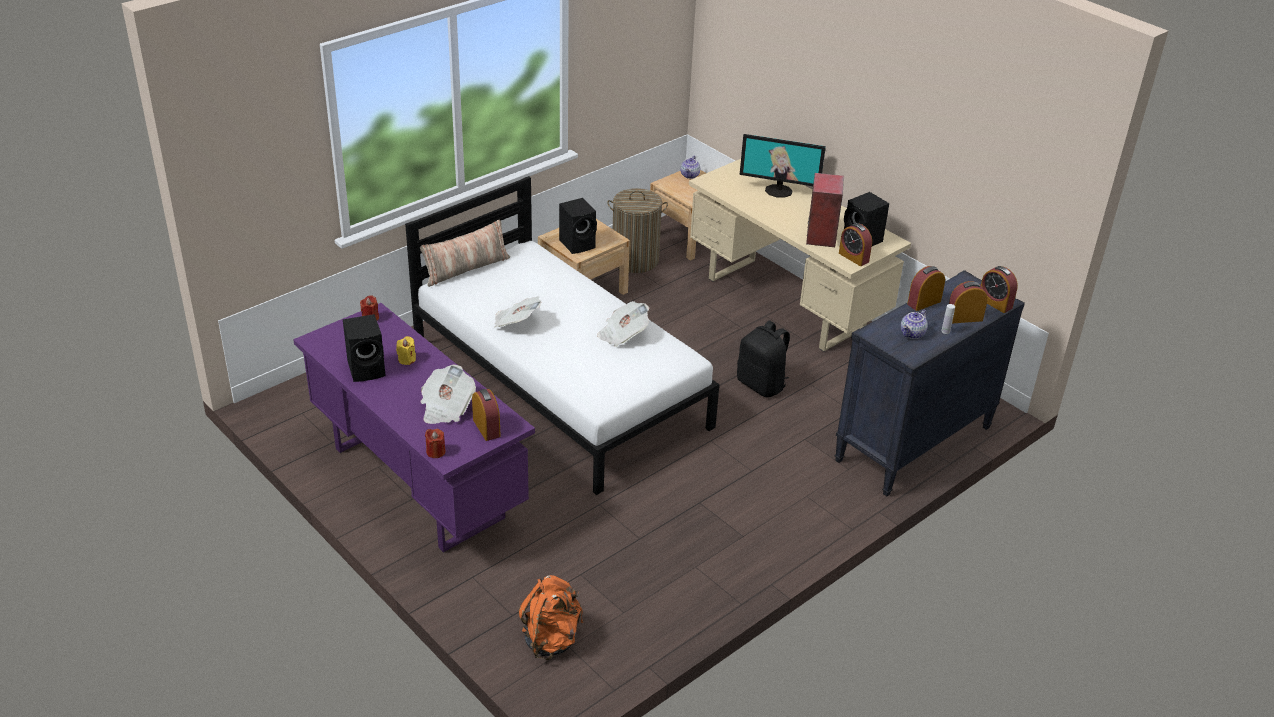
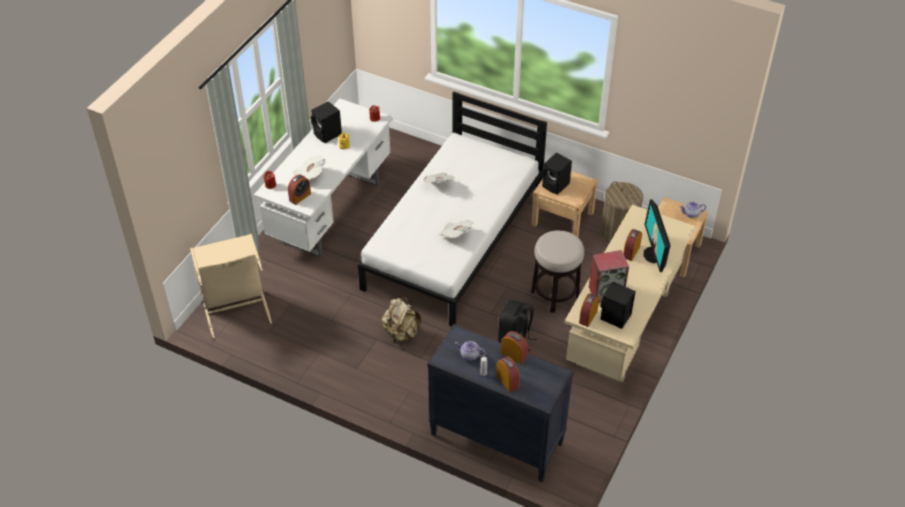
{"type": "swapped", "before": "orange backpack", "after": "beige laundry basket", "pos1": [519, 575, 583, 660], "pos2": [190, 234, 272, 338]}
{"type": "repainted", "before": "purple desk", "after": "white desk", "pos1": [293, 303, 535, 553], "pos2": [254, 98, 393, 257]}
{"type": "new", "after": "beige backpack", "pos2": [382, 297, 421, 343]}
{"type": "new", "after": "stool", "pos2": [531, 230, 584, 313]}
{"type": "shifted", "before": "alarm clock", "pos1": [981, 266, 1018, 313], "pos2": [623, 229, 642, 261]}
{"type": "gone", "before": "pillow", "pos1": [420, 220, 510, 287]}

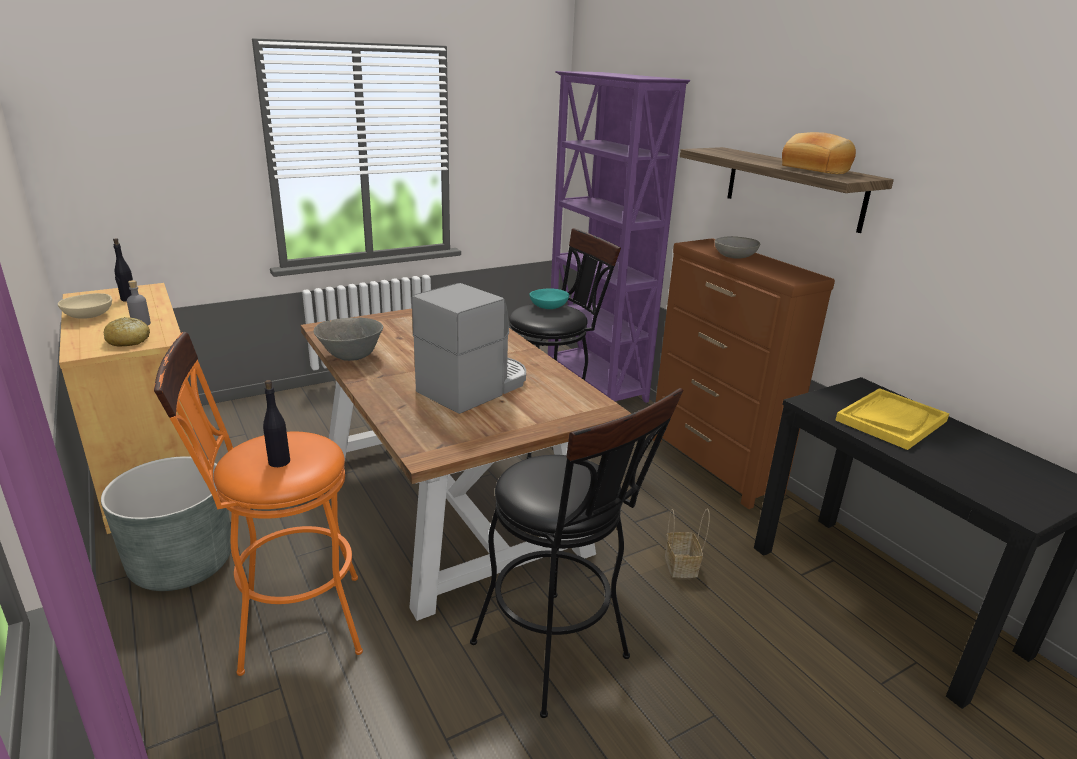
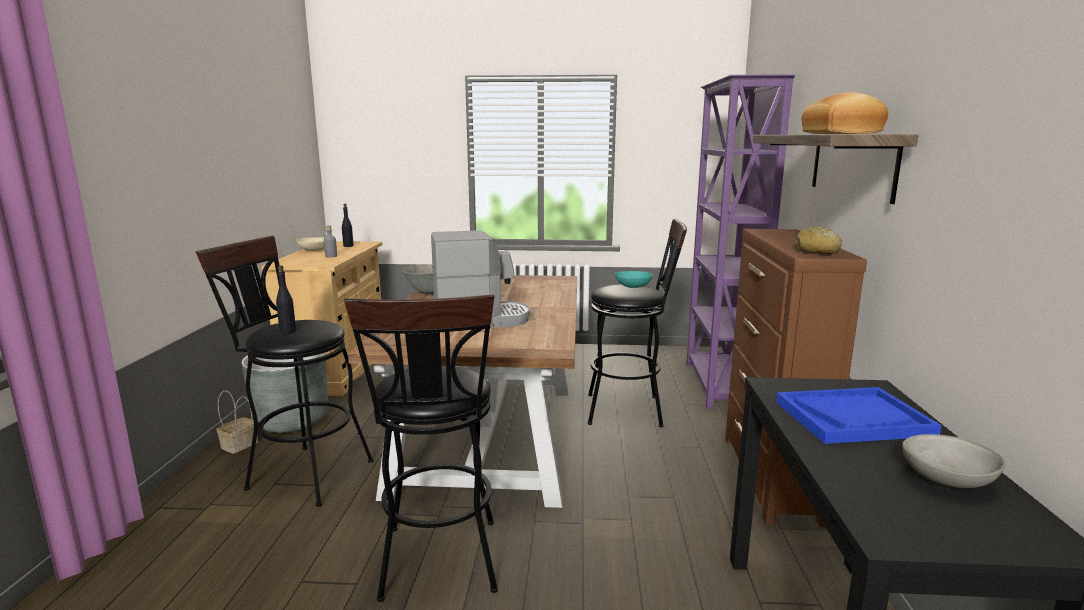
{"type": "repainted", "before": "orange stool", "after": "black stool", "pos1": [154, 332, 363, 676], "pos2": [196, 236, 374, 507]}
{"type": "shifted", "before": "basket", "pos1": [665, 509, 710, 578], "pos2": [216, 391, 258, 454]}
{"type": "repainted", "before": "yellow tray", "after": "blue tray", "pos1": [835, 388, 949, 450], "pos2": [776, 387, 942, 444]}
{"type": "shifted", "before": "bread", "pos1": [103, 317, 150, 347], "pos2": [795, 226, 842, 254]}
{"type": "shifted", "before": "grey bowl", "pos1": [714, 236, 760, 259], "pos2": [902, 434, 1005, 488]}

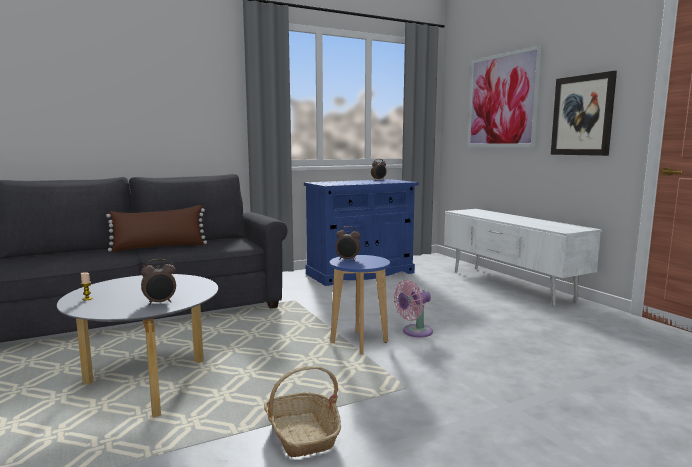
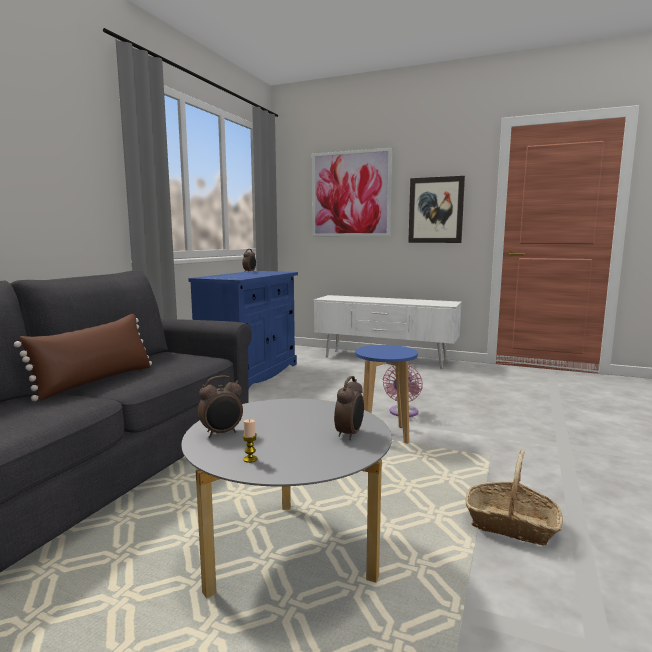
{"type": "shifted", "before": "alarm clock", "pos1": [335, 226, 360, 261], "pos2": [198, 375, 243, 437]}

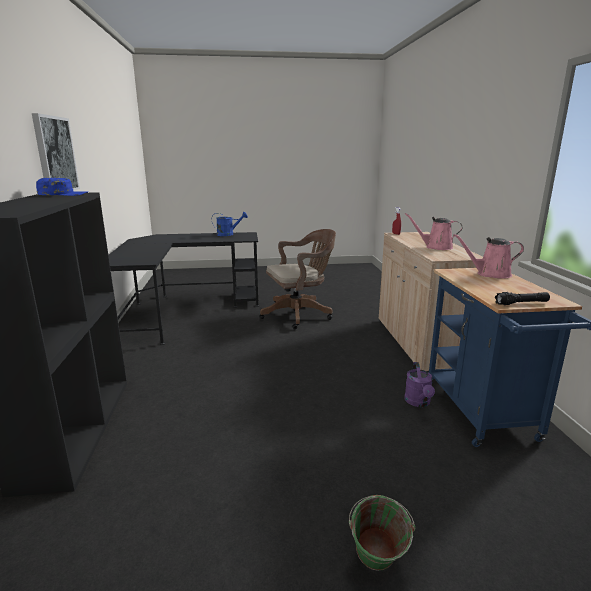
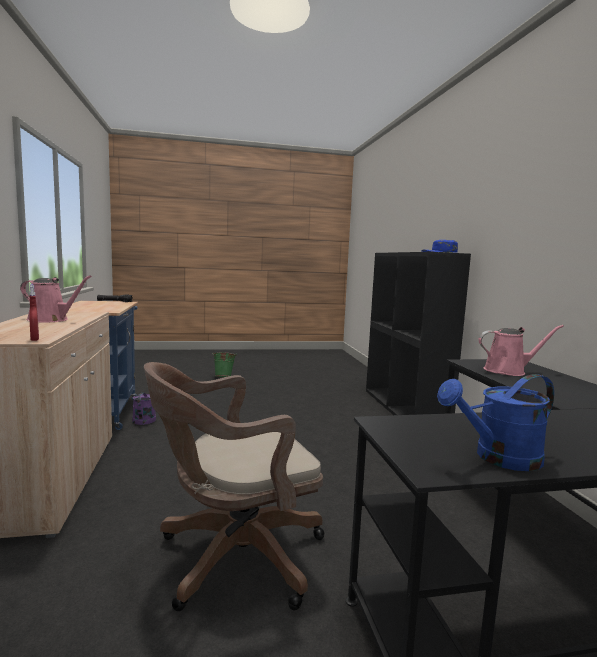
{"type": "shifted", "before": "pink watering can", "pos1": [453, 234, 524, 279], "pos2": [479, 325, 564, 376]}
{"type": "gone", "before": "picture", "pos1": [32, 113, 80, 191]}

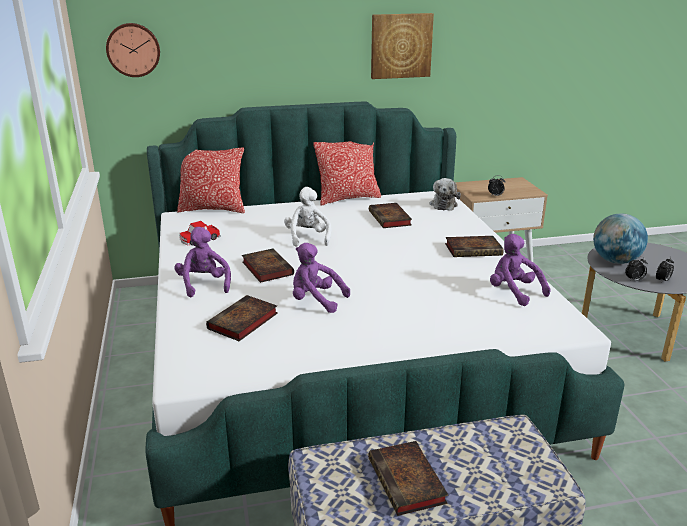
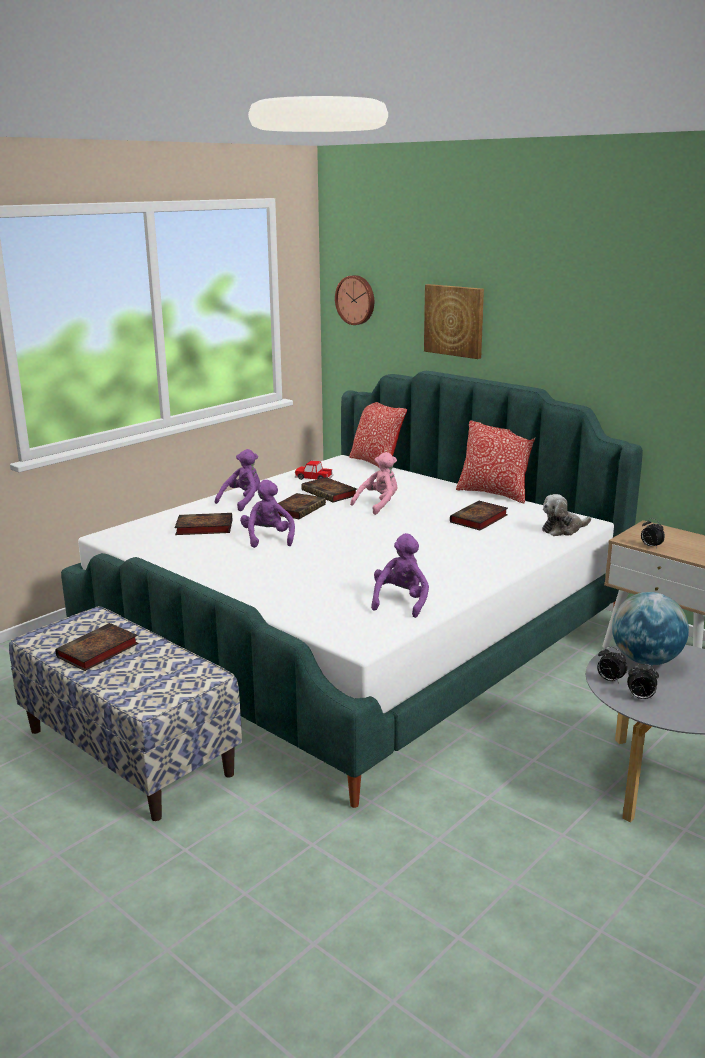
{"type": "shifted", "before": "book", "pos1": [445, 236, 504, 257], "pos2": [301, 477, 357, 502]}
{"type": "repainted", "before": "white plush toy", "after": "pink plush toy", "pos1": [284, 187, 331, 247], "pos2": [350, 452, 397, 515]}
{"type": "shifted", "before": "picture", "pos1": [371, 13, 434, 79], "pos2": [424, 284, 484, 359]}

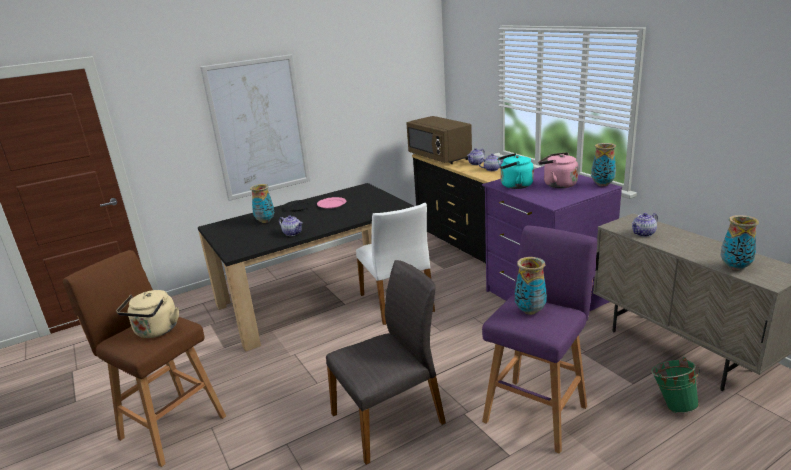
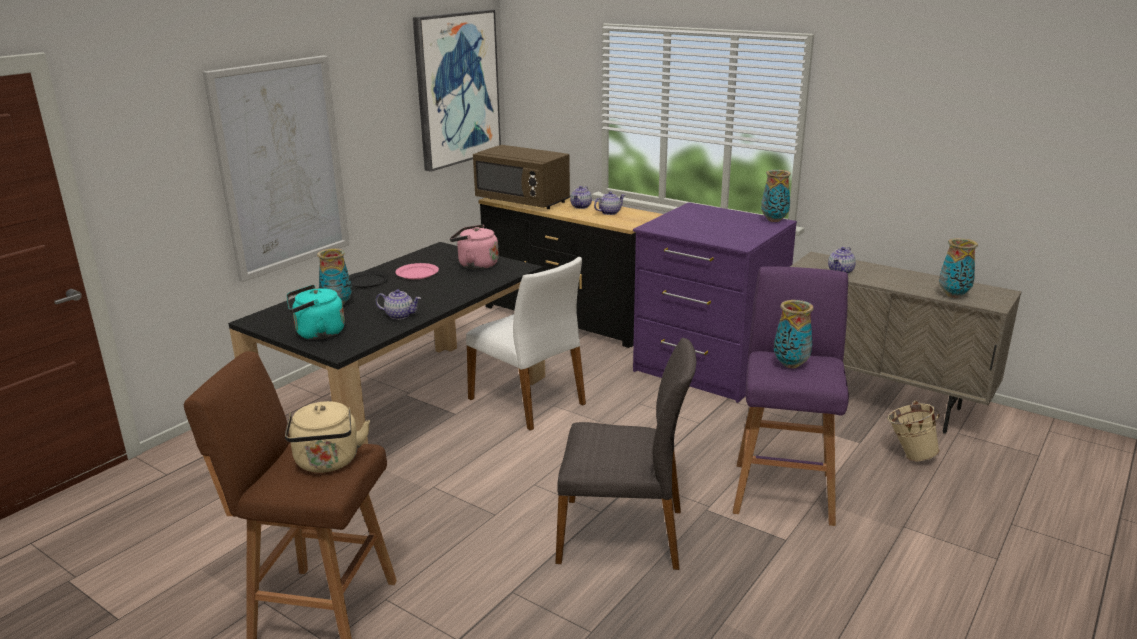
{"type": "shifted", "before": "turquoise kettle", "pos1": [497, 153, 534, 189], "pos2": [287, 285, 345, 340]}
{"type": "new", "after": "picture", "pos2": [413, 10, 501, 172]}
{"type": "shifted", "before": "pink kettle", "pos1": [538, 152, 579, 188], "pos2": [450, 225, 499, 270]}
{"type": "rotated", "before": "grey chair", "pos1": [326, 260, 446, 465], "pos2": [555, 338, 697, 570], "turn": 60}
{"type": "repainted", "before": "green bucket", "after": "beige bucket", "pos1": [651, 357, 700, 413], "pos2": [887, 401, 940, 461]}

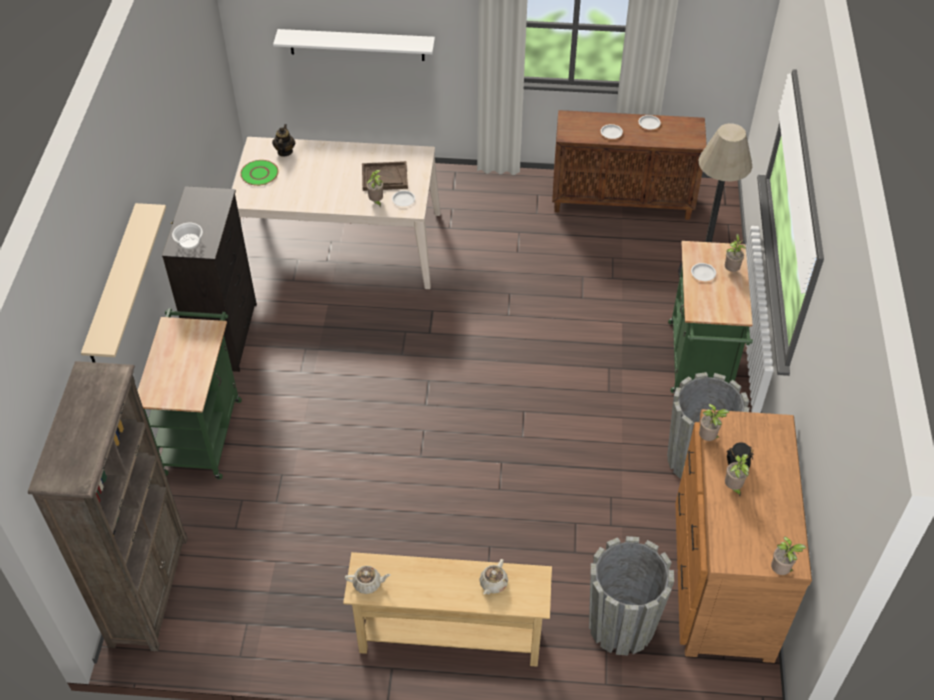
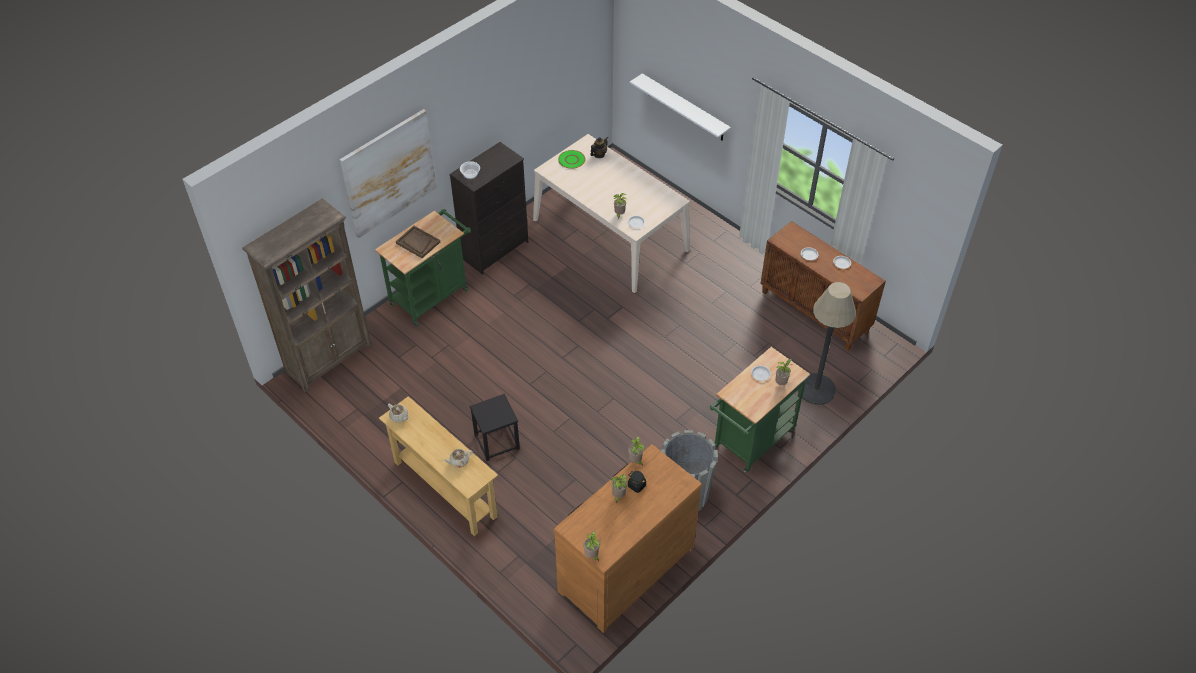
{"type": "swapped", "before": "beige shelf", "after": "picture", "pos1": [81, 203, 166, 363], "pos2": [340, 109, 437, 238]}
{"type": "shifted", "before": "brown tray", "pos1": [362, 161, 408, 191], "pos2": [396, 226, 440, 258]}
{"type": "new", "after": "black stool", "pos2": [470, 394, 520, 461]}
{"type": "gone", "before": "grey planter", "pos1": [589, 536, 674, 656]}

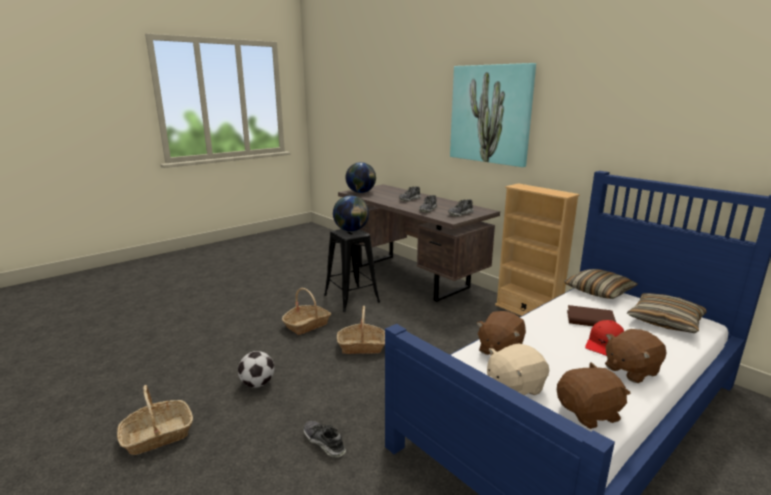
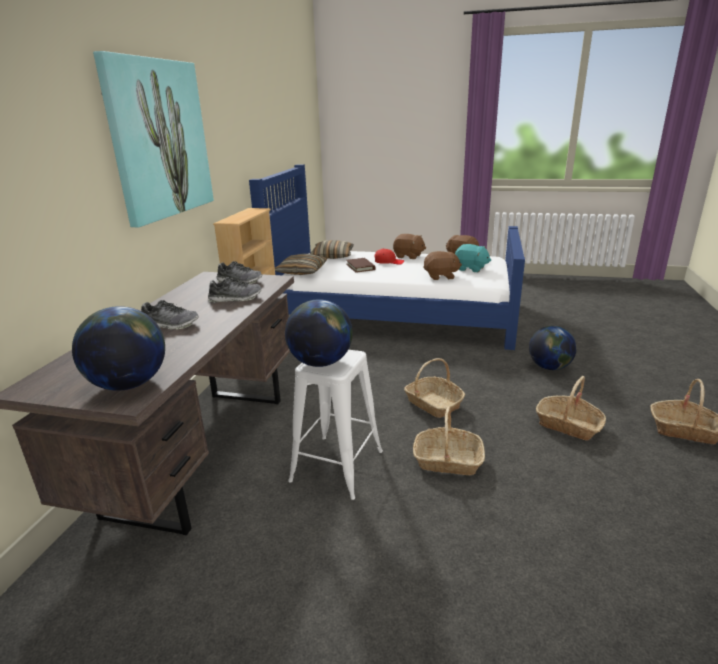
{"type": "repainted", "before": "black stool", "after": "white stool", "pos1": [324, 229, 380, 312], "pos2": [288, 350, 383, 500]}
{"type": "repainted", "before": "beige plush toy", "after": "turquoise plush toy", "pos1": [487, 344, 549, 395], "pos2": [455, 244, 491, 272]}
{"type": "swapped", "before": "shoe", "after": "globe", "pos1": [303, 421, 346, 457], "pos2": [529, 326, 577, 370]}
{"type": "swapped", "before": "football", "after": "basket", "pos1": [238, 351, 274, 388], "pos2": [536, 376, 606, 440]}

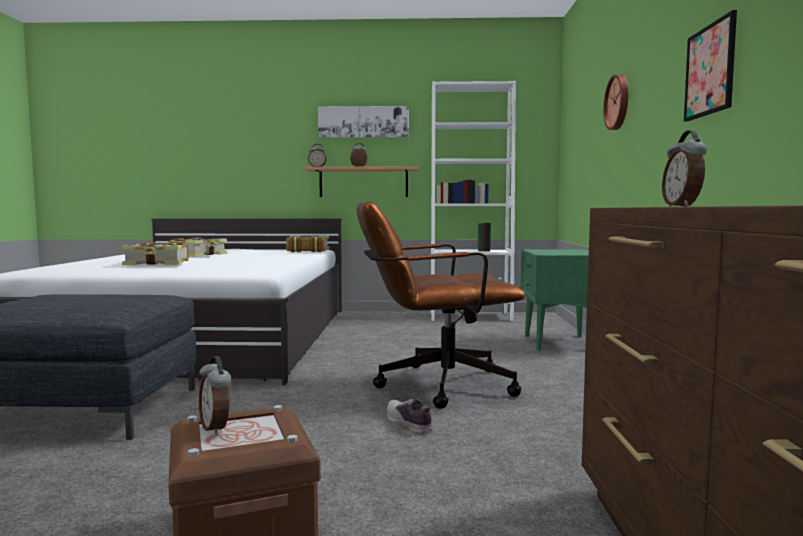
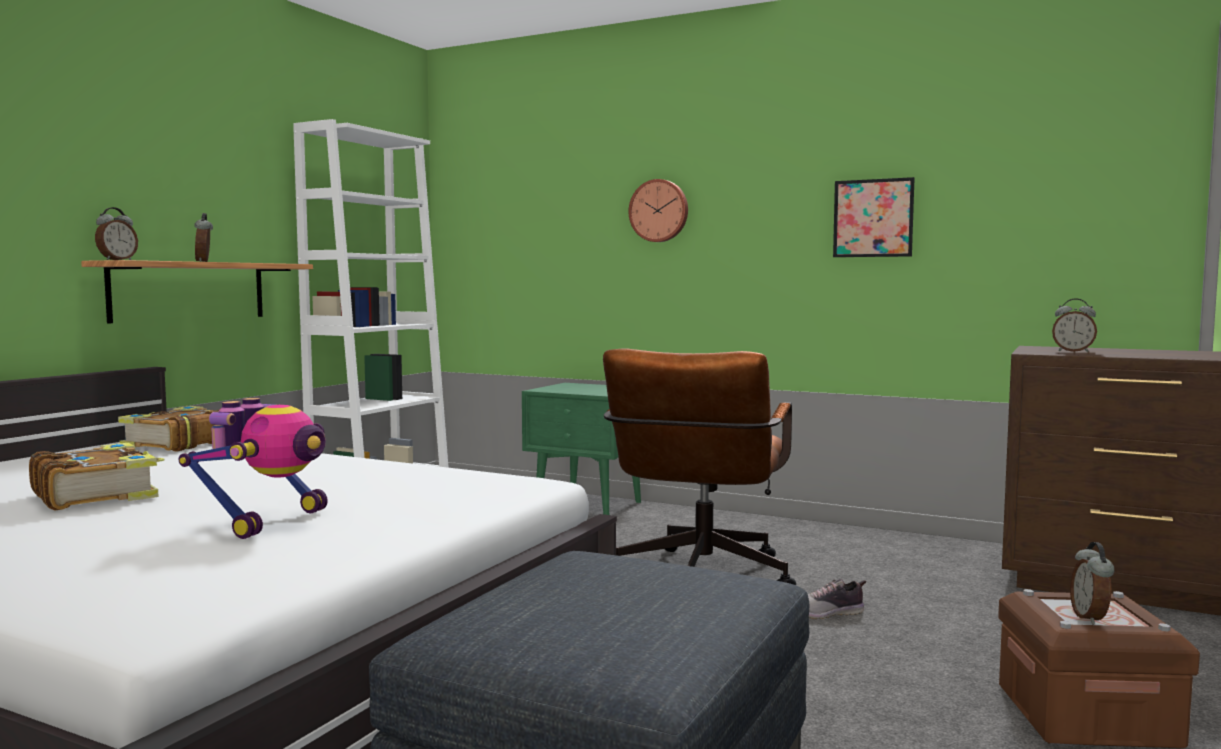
{"type": "swapped", "before": "book", "after": "toy robot", "pos1": [121, 242, 189, 265], "pos2": [179, 398, 328, 539]}
{"type": "rotated", "before": "alarm clock", "pos1": [199, 356, 232, 435], "pos2": [1070, 542, 1115, 625], "turn": 105}
{"type": "gone", "before": "picture", "pos1": [318, 106, 409, 138]}

